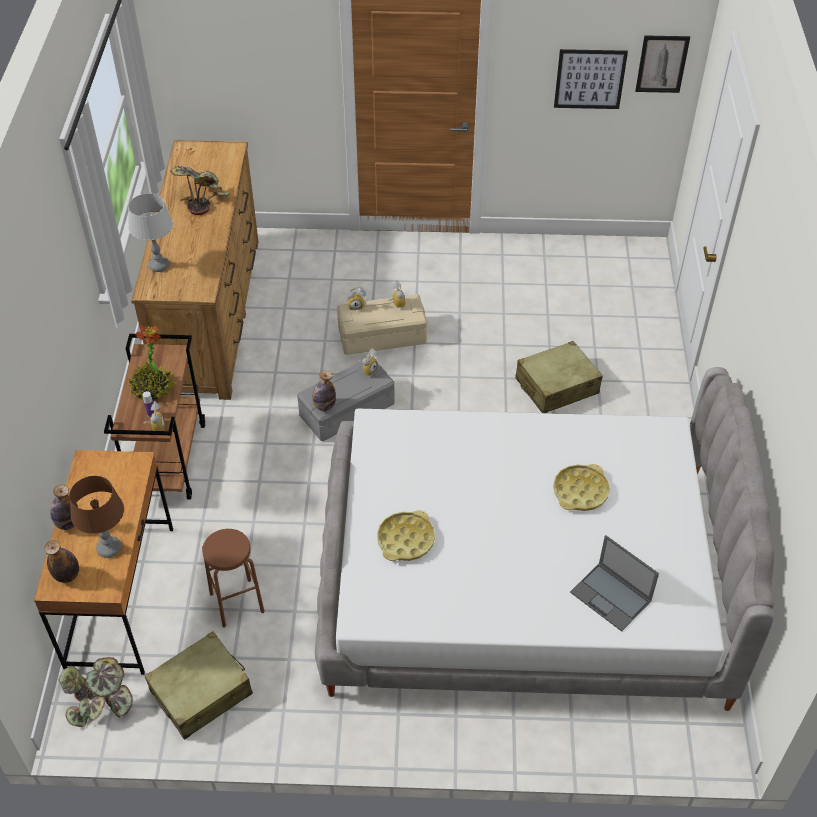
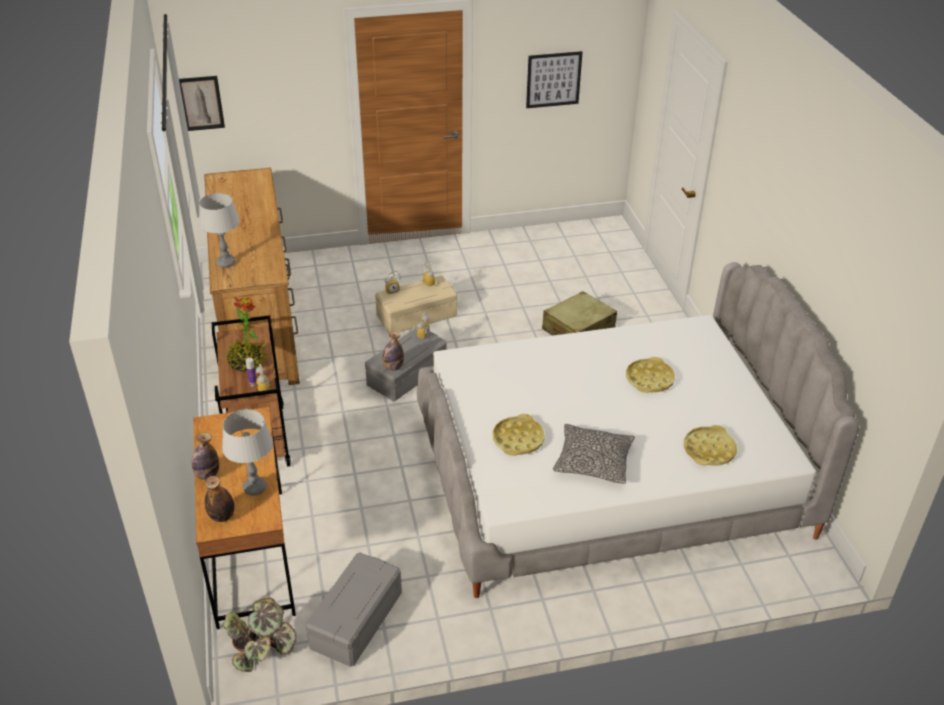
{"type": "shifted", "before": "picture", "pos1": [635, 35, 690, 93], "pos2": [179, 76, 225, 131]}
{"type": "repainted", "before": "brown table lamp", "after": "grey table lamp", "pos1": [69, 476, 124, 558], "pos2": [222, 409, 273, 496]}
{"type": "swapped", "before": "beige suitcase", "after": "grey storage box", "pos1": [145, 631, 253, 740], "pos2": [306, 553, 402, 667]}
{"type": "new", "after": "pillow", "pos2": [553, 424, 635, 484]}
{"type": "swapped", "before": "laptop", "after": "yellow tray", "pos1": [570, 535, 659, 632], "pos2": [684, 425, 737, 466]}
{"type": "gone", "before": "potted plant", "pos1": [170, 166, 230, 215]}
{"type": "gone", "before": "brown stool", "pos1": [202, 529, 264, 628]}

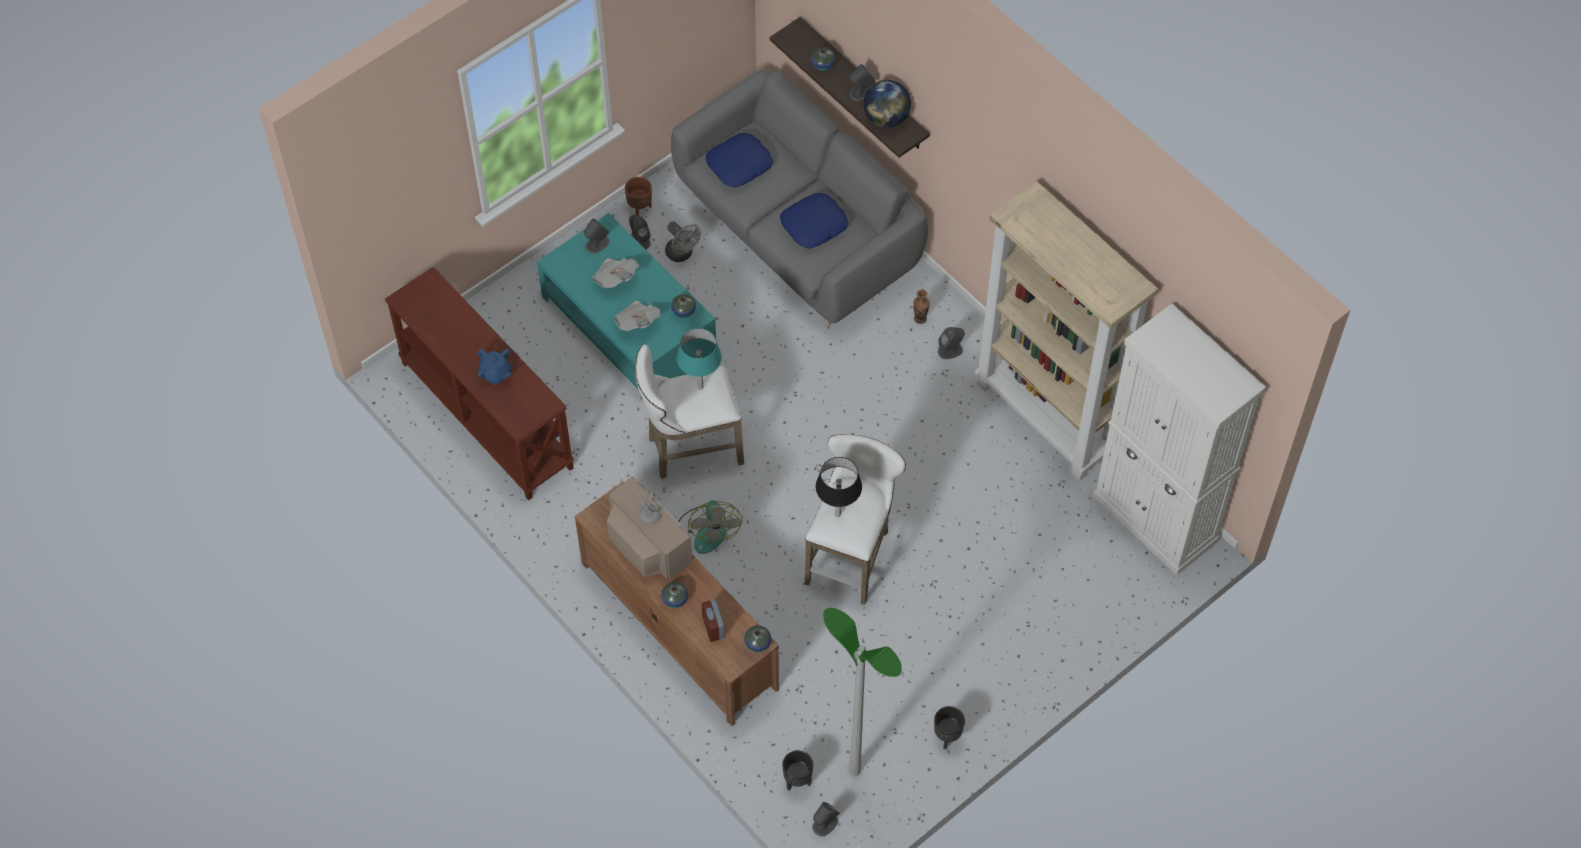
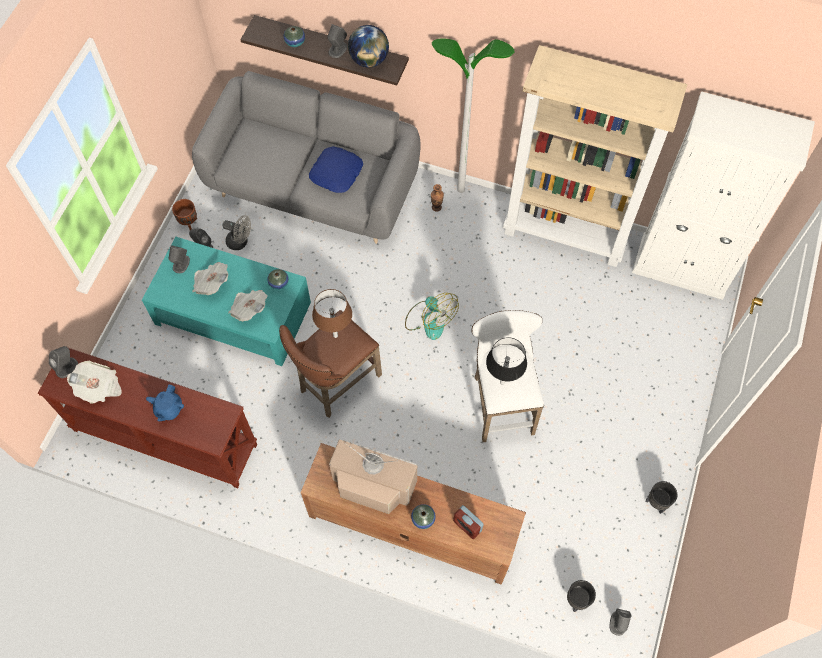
{"type": "shifted", "before": "grey speaker", "pos1": [938, 327, 965, 359], "pos2": [49, 346, 78, 378]}
{"type": "new", "after": "newspaper", "pos2": [67, 361, 122, 404]}
{"type": "rotated", "before": "blue teapot", "pos1": [478, 348, 512, 385], "pos2": [146, 384, 184, 421], "turn": 90}
{"type": "repainted", "before": "white stool", "after": "brown stool", "pos1": [635, 344, 744, 479], "pos2": [279, 310, 382, 418]}
{"type": "repainted", "before": "turquoise table lamp", "after": "brown table lamp", "pos1": [676, 328, 722, 389], "pos2": [312, 289, 352, 338]}
{"type": "shifted", "before": "fan", "pos1": [678, 500, 743, 554], "pos2": [405, 293, 459, 340]}
{"type": "shifted", "before": "floor lamp", "pos1": [823, 608, 902, 776], "pos2": [432, 38, 515, 193]}
{"type": "gone", "before": "blue pillow", "pos1": [706, 133, 773, 188]}
{"type": "gone", "before": "vase", "pos1": [744, 625, 771, 652]}

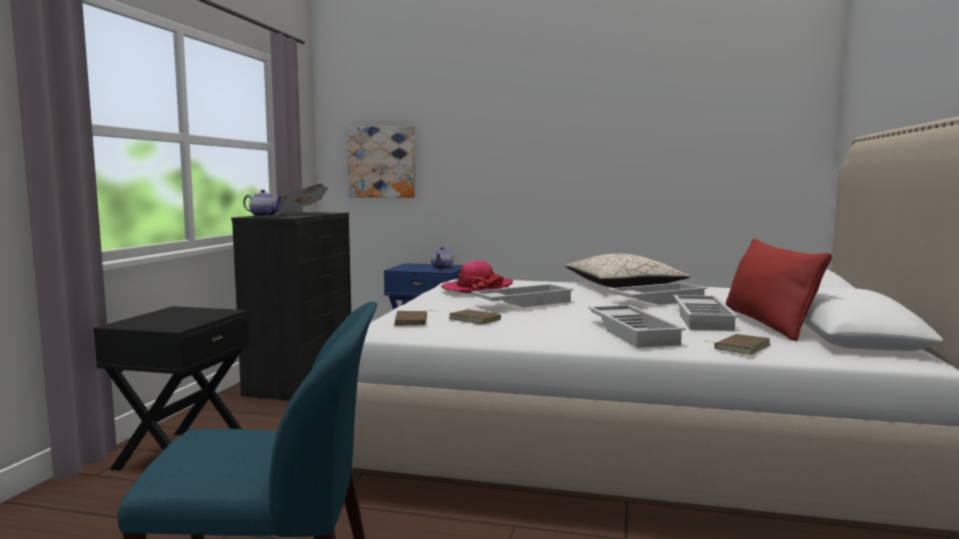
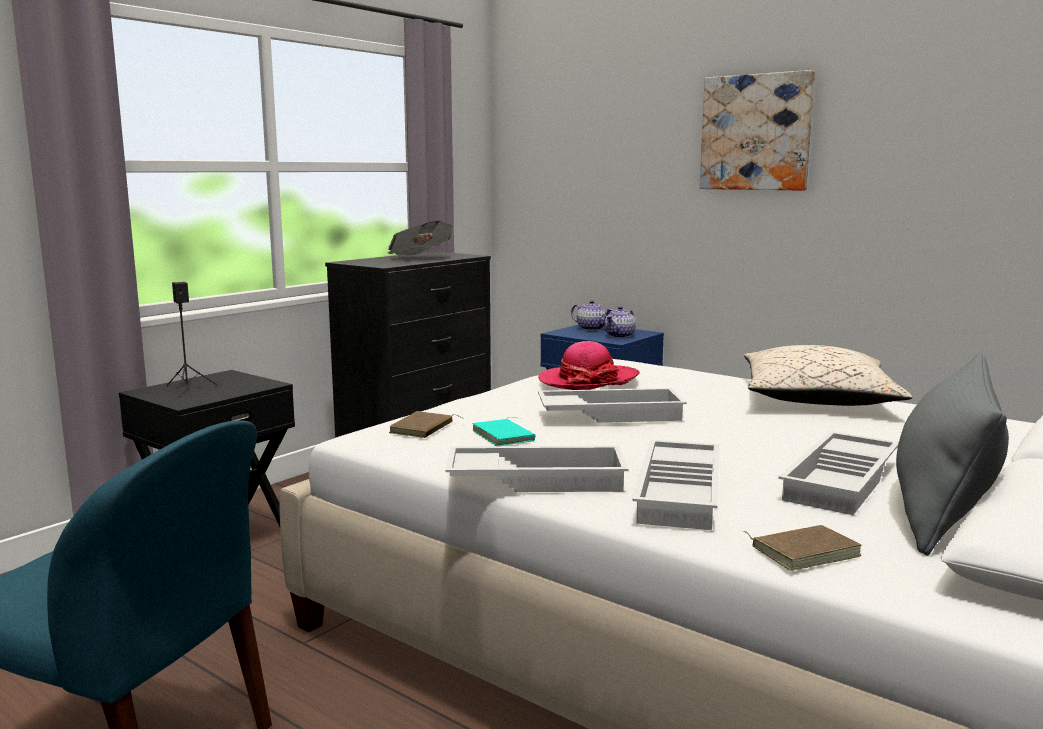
{"type": "new", "after": "black speaker", "pos2": [167, 282, 218, 397]}
{"type": "shifted", "before": "white tray", "pos1": [607, 282, 708, 305], "pos2": [445, 446, 628, 492]}
{"type": "repainted", "before": "brown book", "after": "turquoise book", "pos1": [449, 308, 501, 324], "pos2": [473, 417, 535, 446]}
{"type": "shifted", "before": "teapot", "pos1": [243, 190, 284, 217], "pos2": [571, 300, 613, 331]}
{"type": "shifted", "before": "picture", "pos1": [347, 126, 415, 198], "pos2": [700, 70, 815, 191]}
{"type": "repainted", "before": "red pillow", "after": "grey pillow", "pos1": [726, 238, 832, 341], "pos2": [896, 353, 1009, 556]}

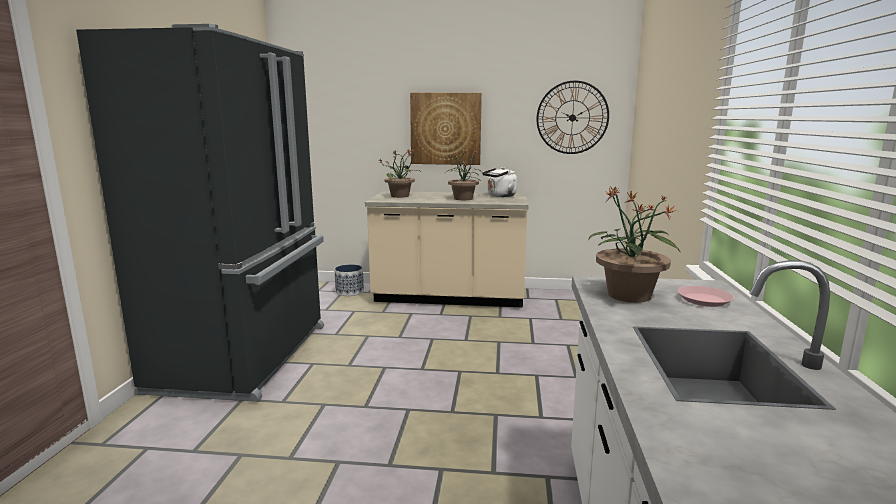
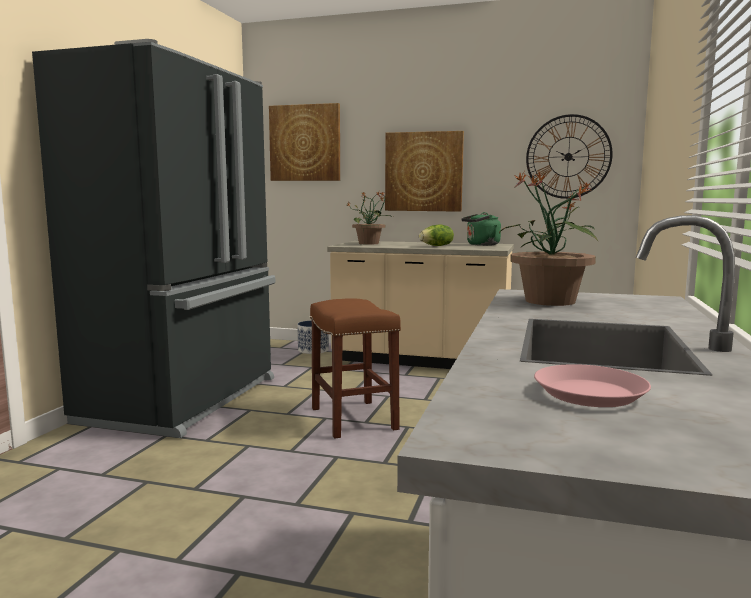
{"type": "new", "after": "picture", "pos2": [269, 103, 340, 181]}
{"type": "new", "after": "brown stool", "pos2": [310, 298, 401, 439]}
{"type": "swapped", "before": "potted plant", "after": "lettuce", "pos1": [445, 149, 482, 200], "pos2": [419, 225, 454, 246]}
{"type": "repainted", "before": "white kettle", "after": "green kettle", "pos1": [482, 167, 517, 197], "pos2": [461, 212, 501, 246]}
{"type": "shifted", "before": "pink plate", "pos1": [678, 286, 734, 307], "pos2": [534, 364, 651, 407]}

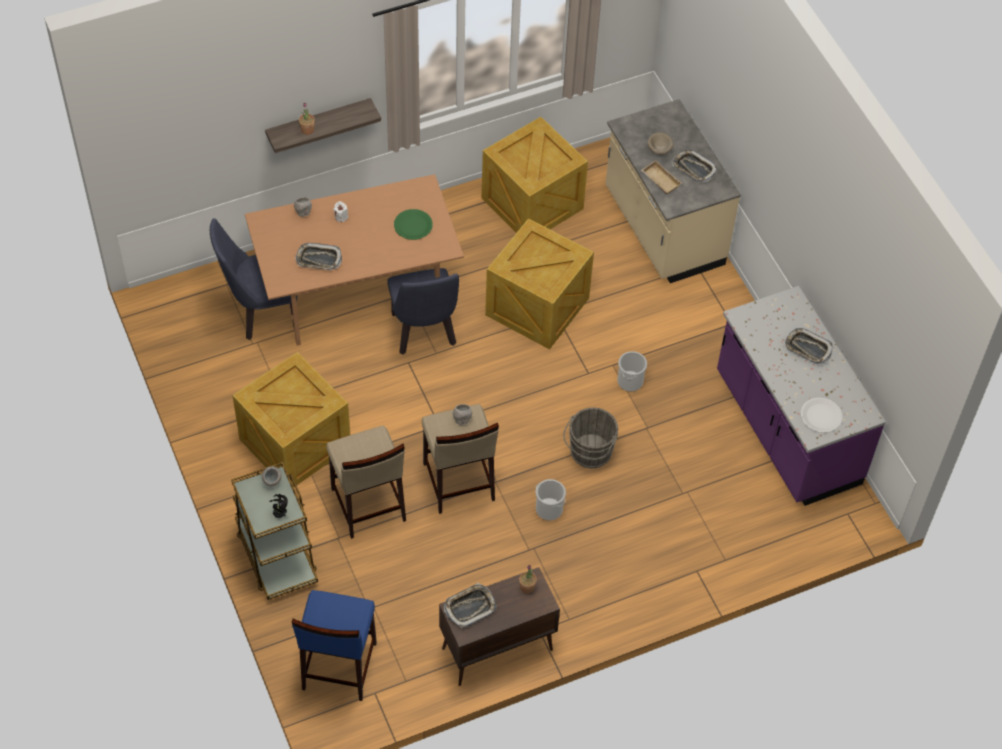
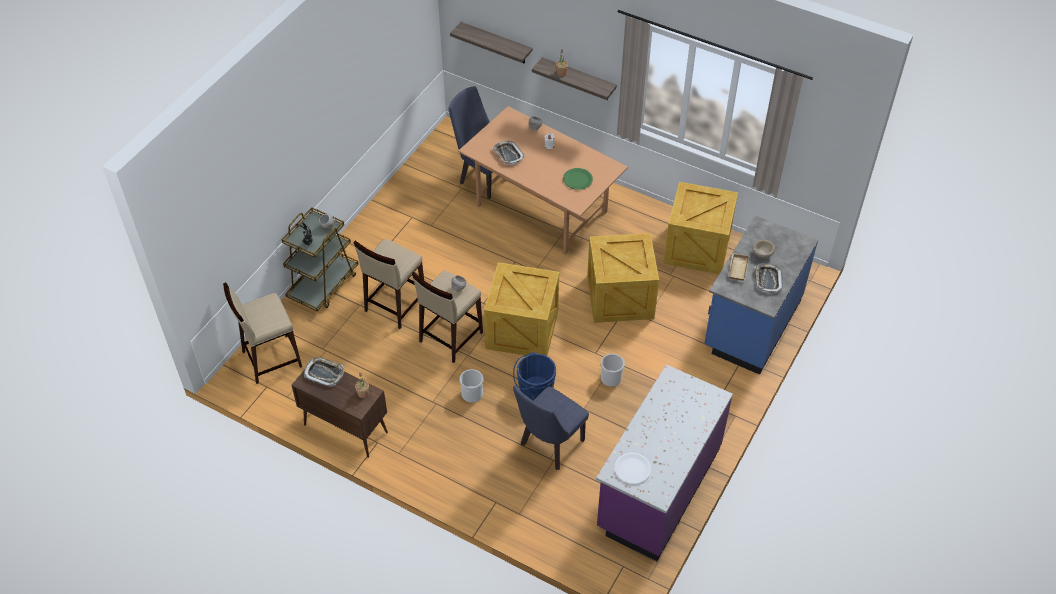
{"type": "repainted", "before": "blue stool", "after": "beige stool", "pos1": [291, 590, 377, 701], "pos2": [223, 282, 302, 384]}
{"type": "new", "after": "shelf", "pos2": [450, 22, 532, 64]}
{"type": "shifted", "before": "crate", "pos1": [232, 352, 350, 487], "pos2": [484, 262, 559, 356]}
{"type": "repainted", "before": "grey bucket", "after": "blue bucket", "pos1": [563, 407, 619, 468], "pos2": [513, 352, 556, 400]}
{"type": "shifted", "before": "blue chair", "pos1": [387, 268, 459, 355], "pos2": [513, 385, 589, 470]}
{"type": "repainted", "before": "beige counter", "after": "blue counter", "pos1": [606, 99, 741, 283], "pos2": [704, 216, 818, 375]}
{"type": "gone", "before": "tray", "pos1": [785, 328, 833, 364]}

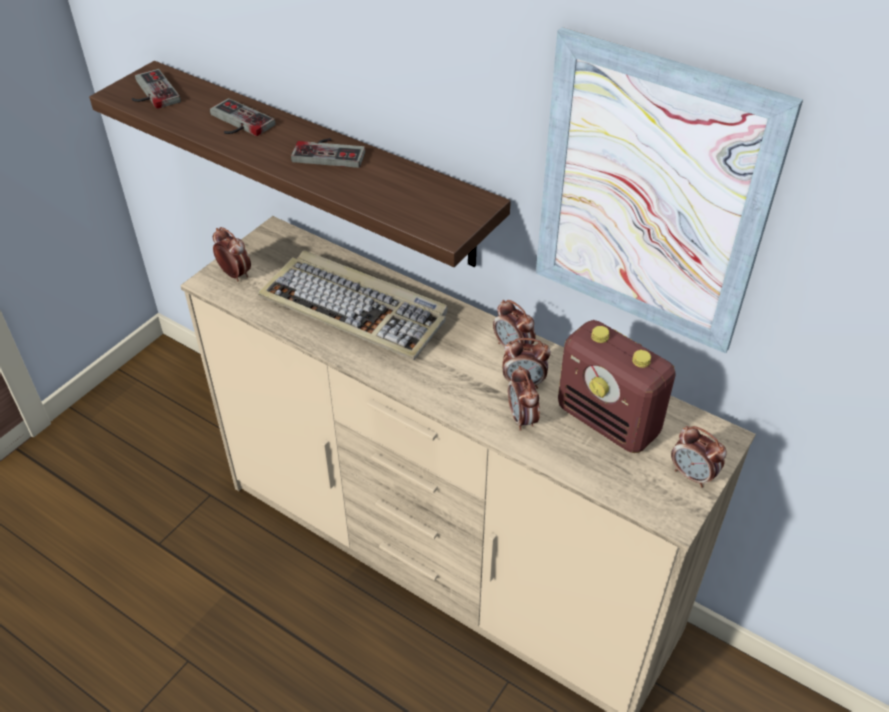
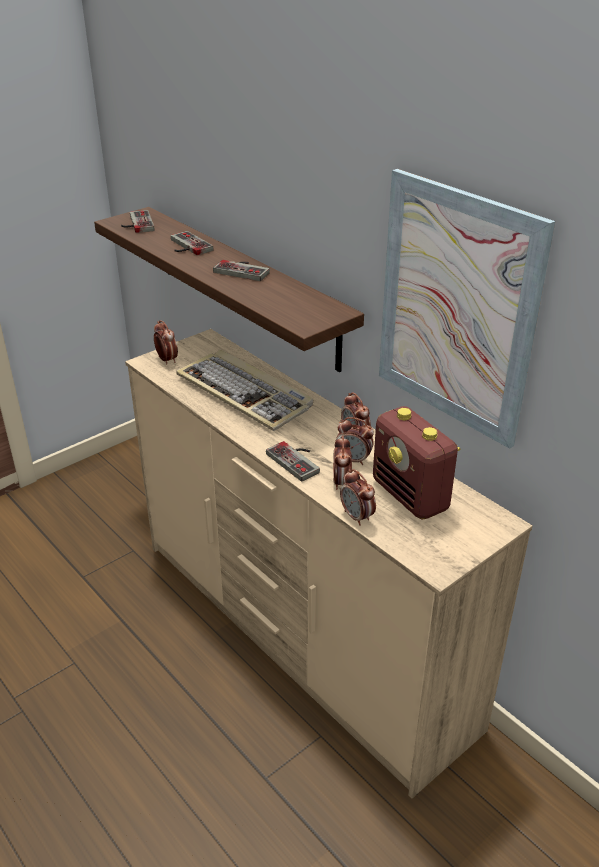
{"type": "new", "after": "game controller", "pos2": [266, 441, 320, 482]}
{"type": "shifted", "before": "alarm clock", "pos1": [671, 426, 727, 488], "pos2": [340, 469, 376, 526]}

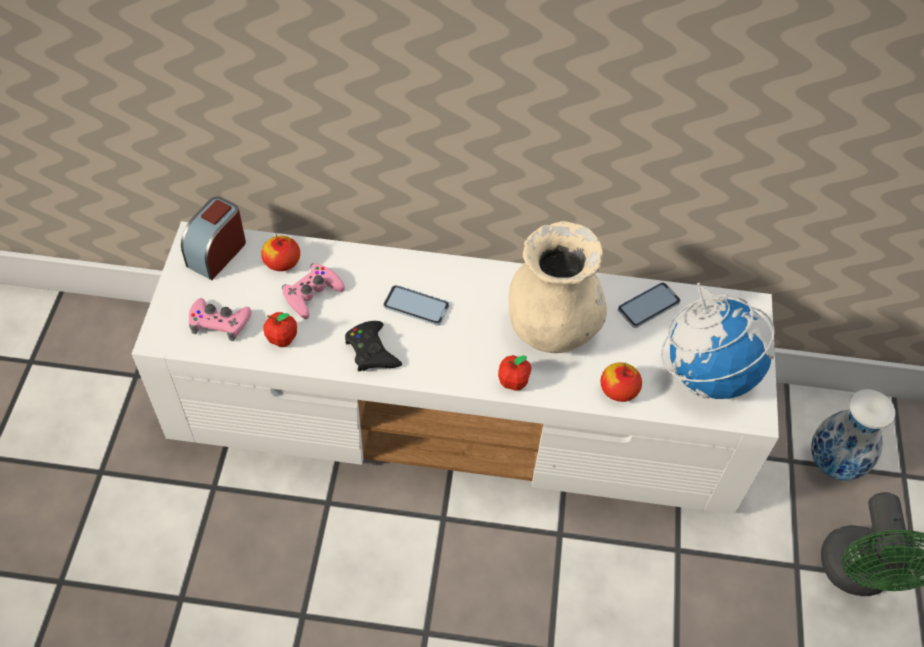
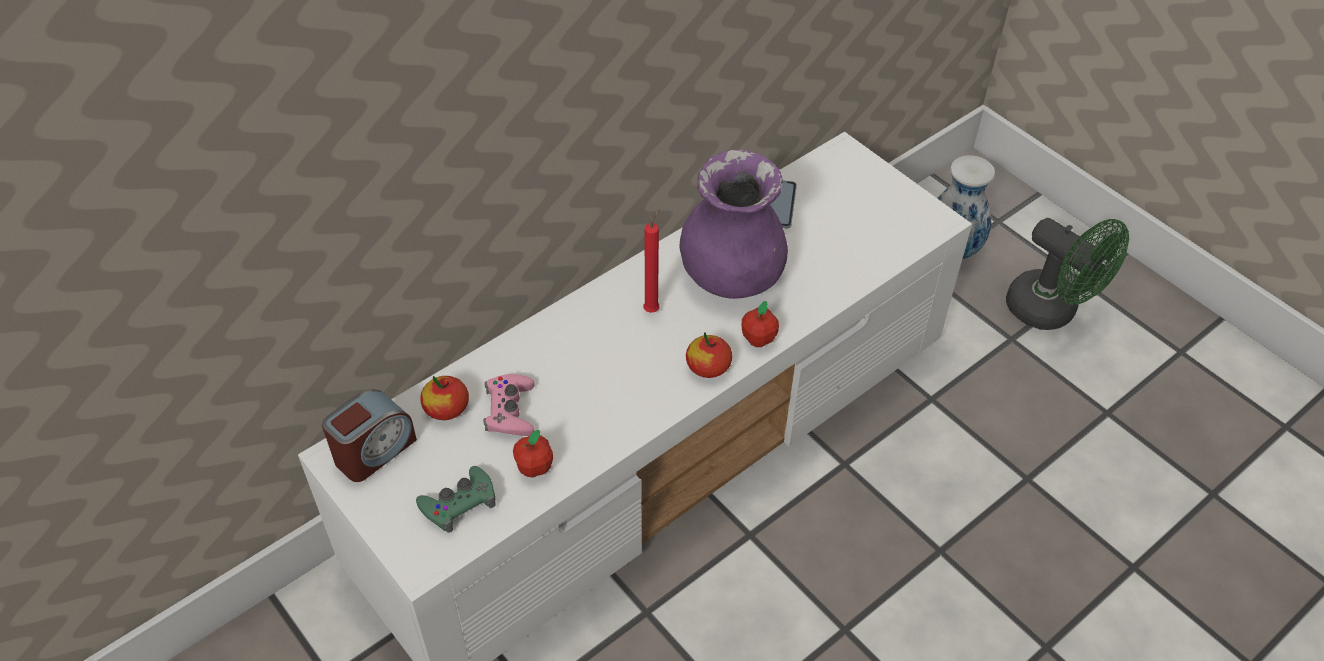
{"type": "rotated", "before": "alarm clock", "pos1": [181, 197, 246, 280], "pos2": [322, 389, 417, 482], "turn": -120}
{"type": "repainted", "before": "pink game controller", "after": "green game controller", "pos1": [189, 298, 251, 341], "pos2": [416, 466, 496, 533]}
{"type": "new", "after": "red candle", "pos2": [643, 209, 660, 313]}
{"type": "repainted", "before": "beige vase", "after": "purple vase", "pos1": [509, 221, 607, 353], "pos2": [680, 149, 788, 299]}
{"type": "shifted", "before": "apple", "pos1": [600, 361, 642, 402], "pos2": [686, 332, 732, 378]}
{"type": "gone", "before": "black game controller", "pos1": [345, 321, 402, 371]}
{"type": "gone", "before": "phone", "pos1": [383, 285, 449, 326]}
{"type": "gone", "before": "globe", "pos1": [661, 283, 775, 399]}

